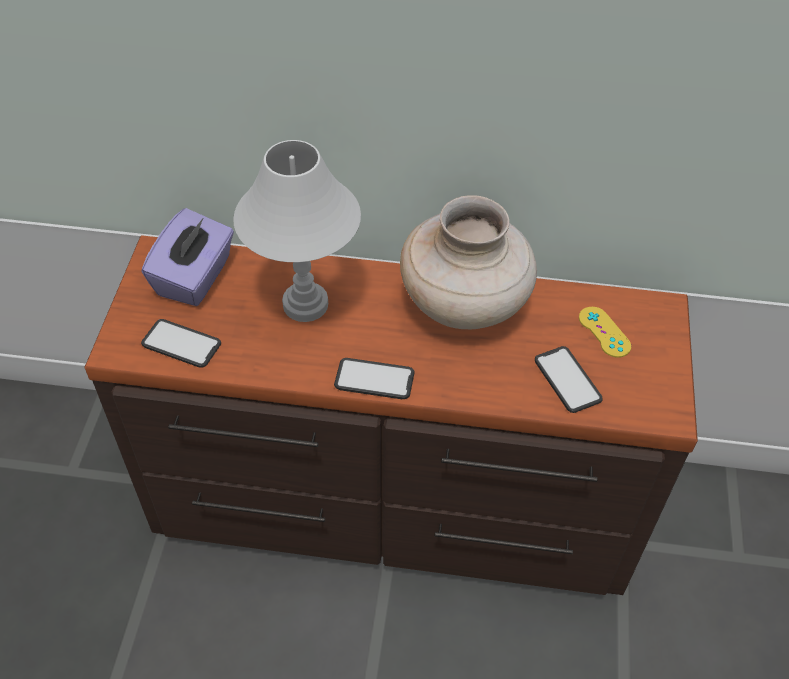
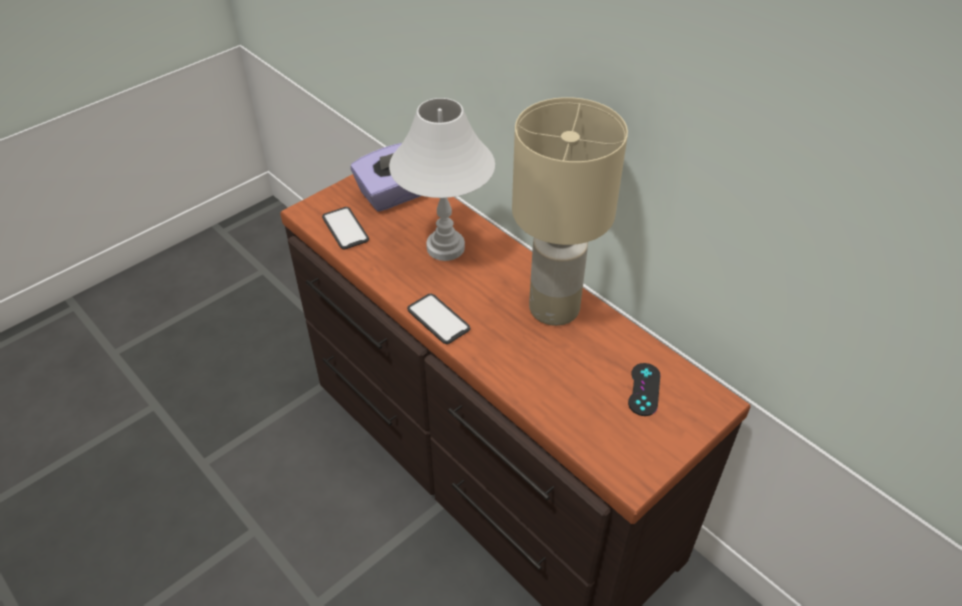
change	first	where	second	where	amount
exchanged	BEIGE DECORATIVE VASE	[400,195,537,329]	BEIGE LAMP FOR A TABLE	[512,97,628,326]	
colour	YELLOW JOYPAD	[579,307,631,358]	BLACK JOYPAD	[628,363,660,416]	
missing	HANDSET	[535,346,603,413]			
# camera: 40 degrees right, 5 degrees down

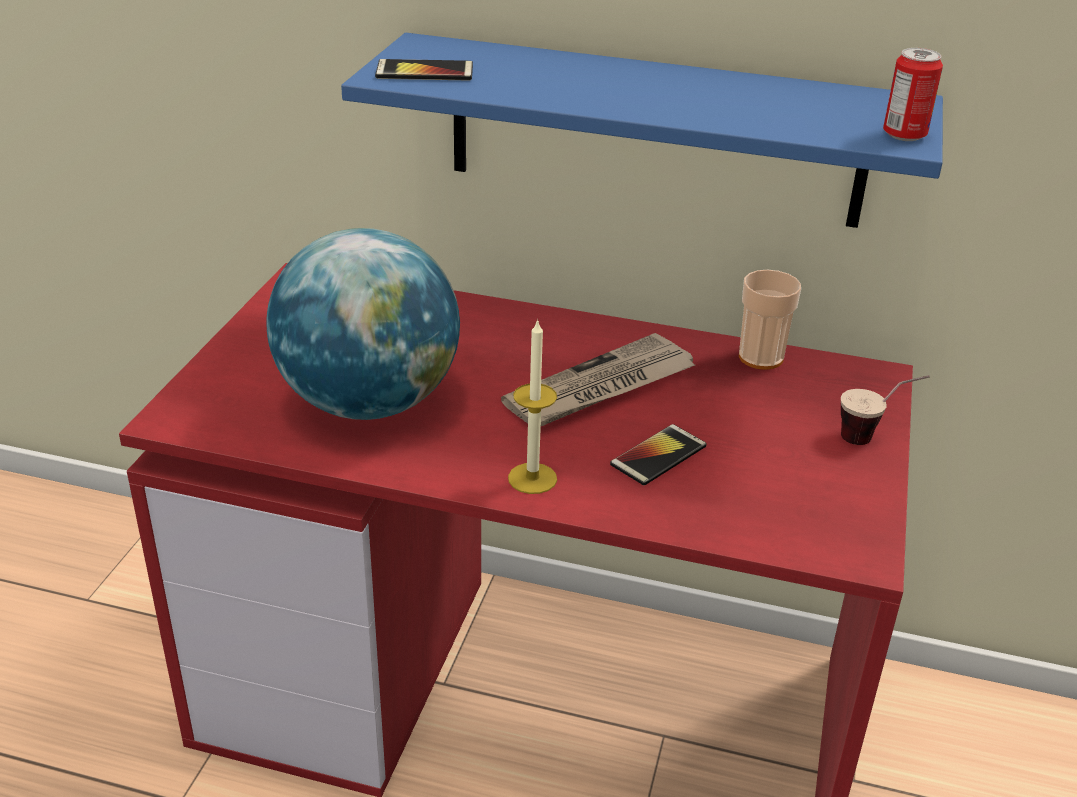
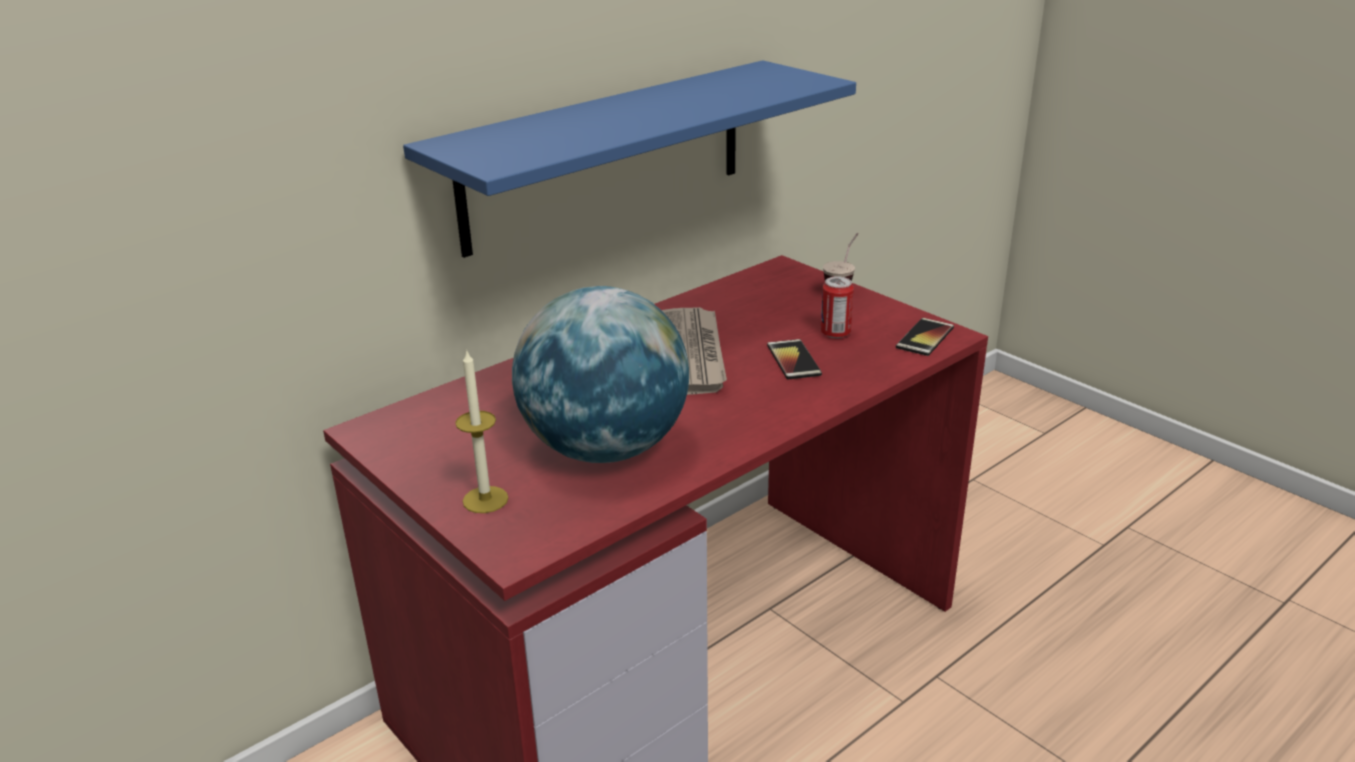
change	first	where	second	where	amount
relocated	CANDLE	[508,318,557,494]		[455,349,508,513]	
relocated	METAL CAN	[883,48,943,141]		[821,276,854,338]	
relocated	HANDSET	[375,59,473,81]		[896,318,954,356]	
missing	DRINKING CUP	[739,270,801,370]			
# camera: 55 degrees left, 5 degrees down

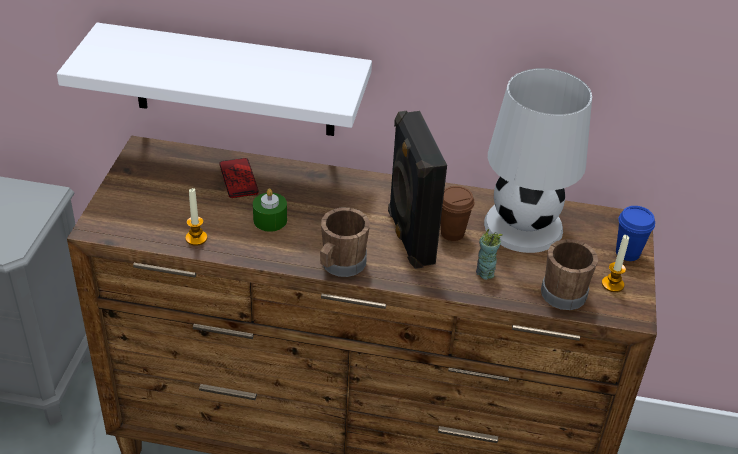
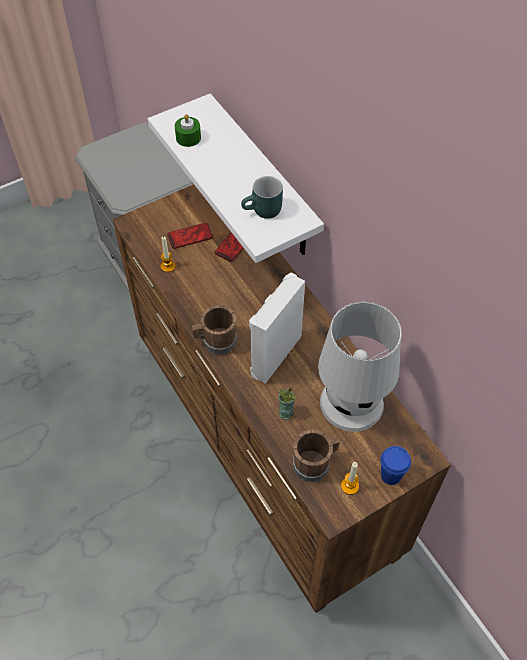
change	first	where	second	where	amount
appeared			HANDSET	[167,223,213,249]	
relocated	GREEN-COLOURED CANDLE	[253,188,287,232]		[175,114,201,147]	
appeared			TURQUOISE MUG	[241,176,283,219]	
colour	BLACK AUDIO SPEAKER	[388,111,447,269]	WHITISH AUDIO SPEAKER	[249,272,305,384]	
missing	BROWN-COLOURED DRINKING CUP	[440,186,475,241]			
# camera: 50 degrees right, 15 degrees up

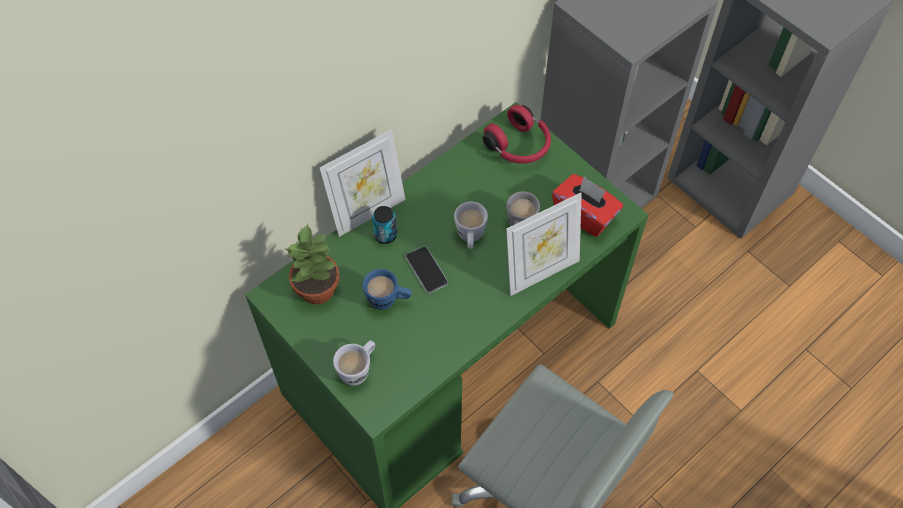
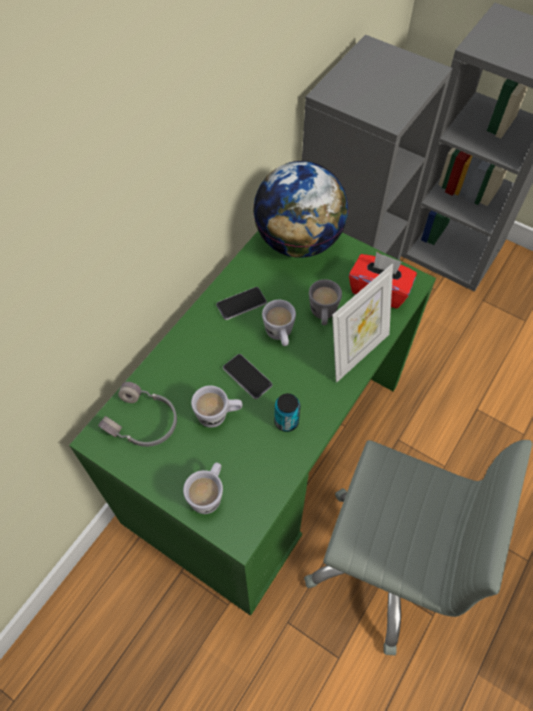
change	first	where	second	where	amount
exchanged	PLANT IN A POT	[286,223,340,304]	GREYISH HEADSET	[98,382,177,447]	
colour	BLUE MUG	[363,269,412,310]	WHITISH MUG	[191,385,243,428]	
appeared			HANDSET	[216,287,267,320]	
exchanged	RED HEADSET	[483,105,551,164]	WORLD GLOBE	[253,161,348,258]	
relocated	METAL CAN	[372,206,397,244]		[274,393,301,432]	
missing	PICTURE FRAME	[320,129,406,237]			
# camera: 15 degrees left, 0 degrees up

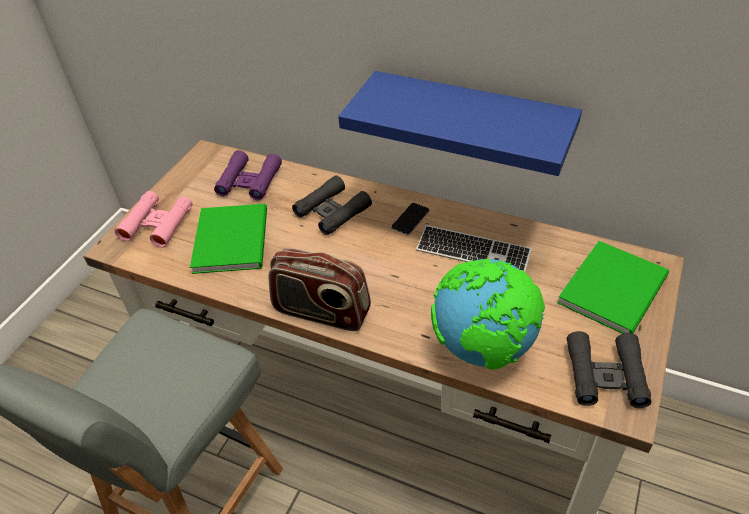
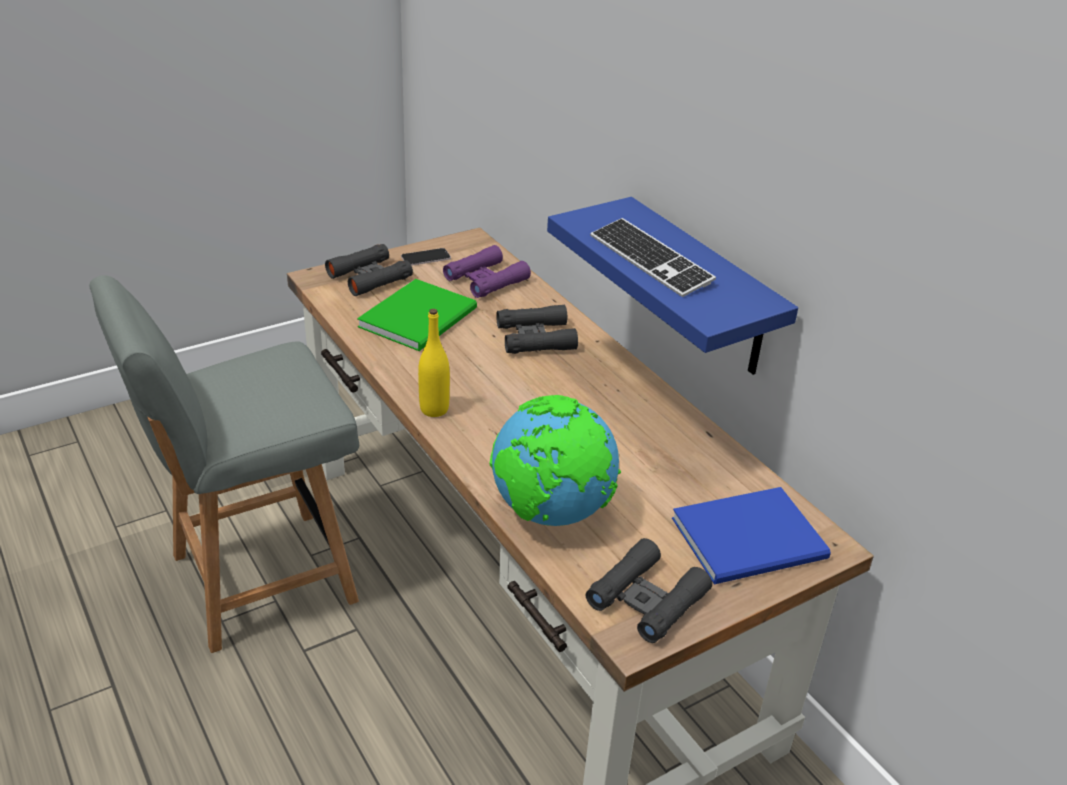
change	first	where	second	where	amount
colour	PINK FIELD GLASSES	[115,191,193,247]	BLACK FIELD GLASSES	[325,244,413,296]	
relocated	HANDSET	[391,203,430,236]		[401,248,451,266]	
exchanged	RADIO	[268,248,371,331]	YELLOW BEVERAGE BOTTLE	[418,309,450,417]	
relocated	PC KEYBOARD	[416,225,532,272]		[590,218,716,297]	
colour	GREEN-COLOURED BOOK	[557,241,669,334]	BLUE BOOK	[672,487,831,584]	
# camera: 30 degrees right, 10 degrees down

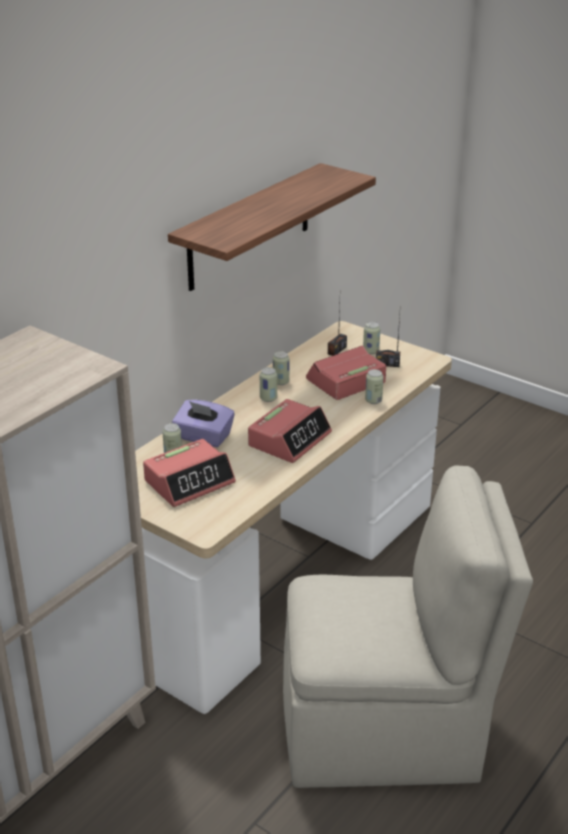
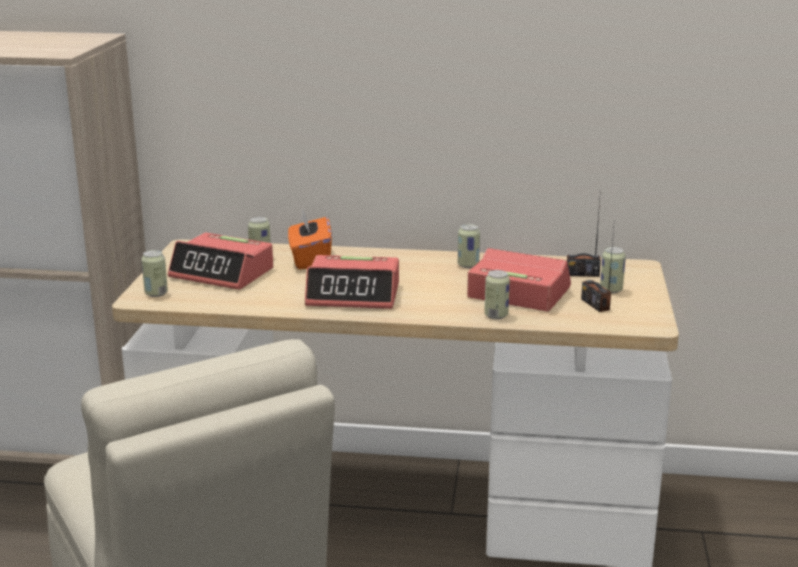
change	first	where	second	where	amount
relocated	METAL CAN	[260,367,277,402]		[141,250,168,297]	
colour	PURPLE BOX OF TISSUES	[172,399,235,447]	ORANGE-COLOURED BOX OF TISSUES	[288,210,332,269]	
missing	BRACKET SHELF	[168,163,376,291]			
# camera: 60 degrees right, 10 degrees down

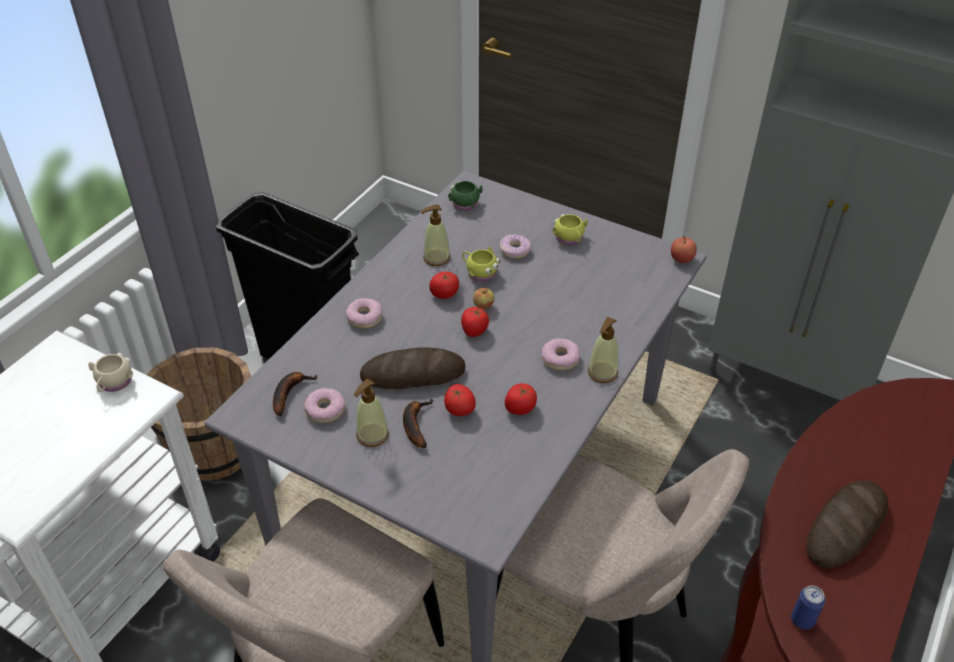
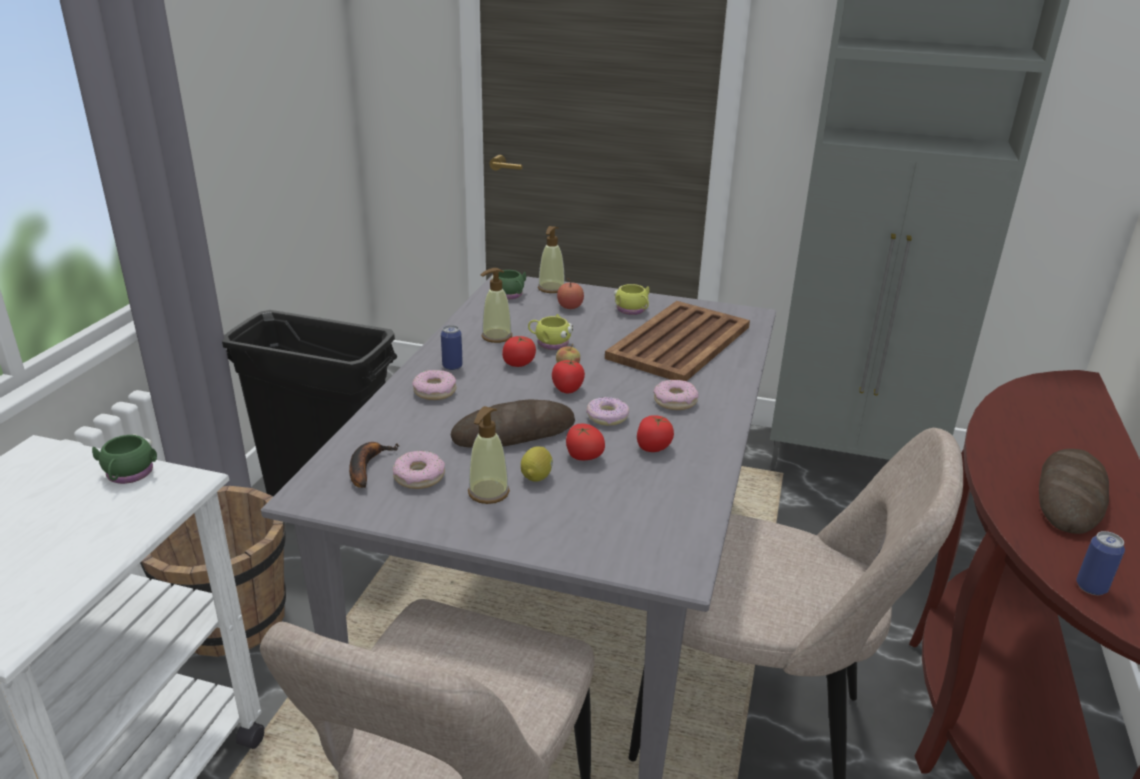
change	first	where	second	where	amount
colour	BEIGE MUG	[88,353,133,392]	GREEN-COLOURED MUG	[92,434,157,484]	
appeared			METAL CAN	[441,325,463,370]	
exchanged	BANANA	[403,399,434,448]	WHOLE LEMON	[521,446,553,482]	
relocated	LIQUID SOAP BOTTLE	[588,317,619,383]		[538,226,565,293]	
relocated	WHOLE APPLE	[671,236,697,263]		[557,279,584,309]	
relocated	DONUT	[499,234,532,258]		[586,397,629,426]	
appeared			BROWN-COLOURED TRAY	[605,301,750,381]	
# camera: 15 degrees left, 15 degrees down

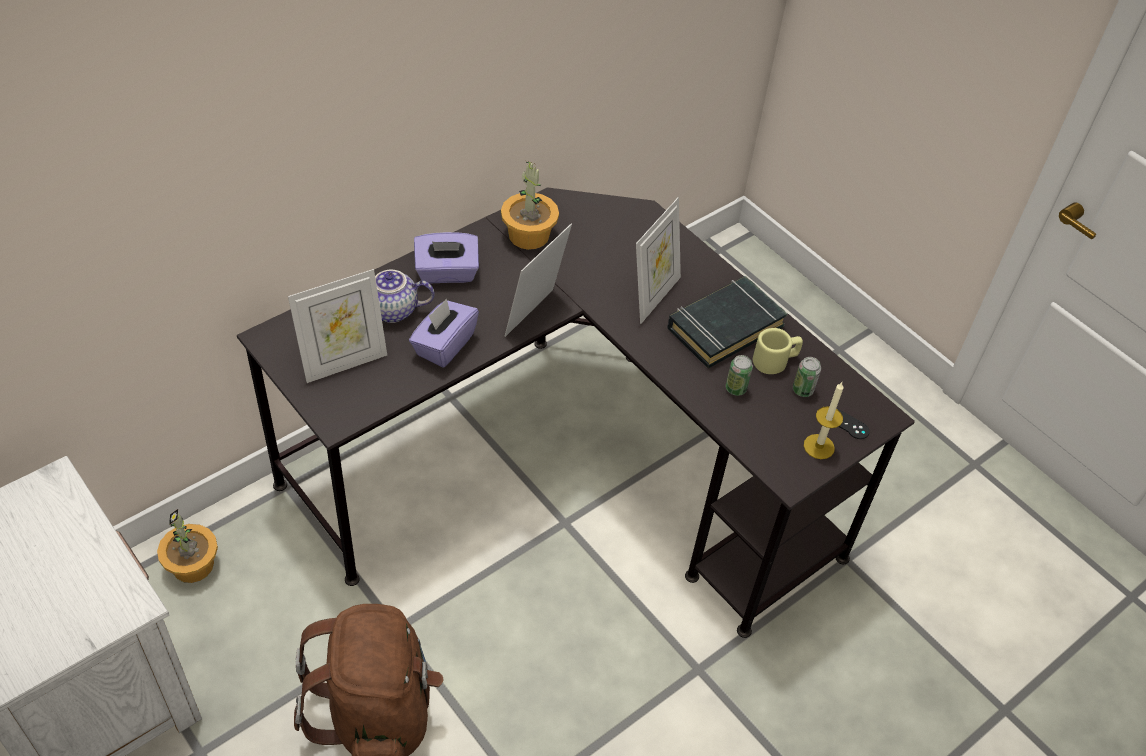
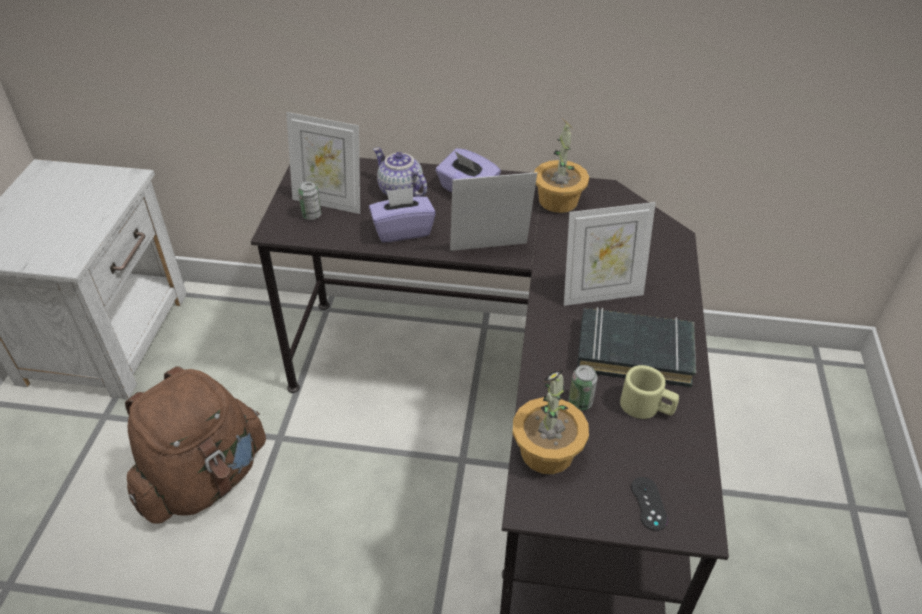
change	first	where	second	where	amount
relocated	METAL CAN	[793,357,821,397]		[298,181,321,220]	
relocated	PLANT IN A POT	[157,509,218,583]		[513,370,589,474]	
missing	CANDLE	[804,382,844,459]			
# camera: 50 degrees right, 5 degrees down

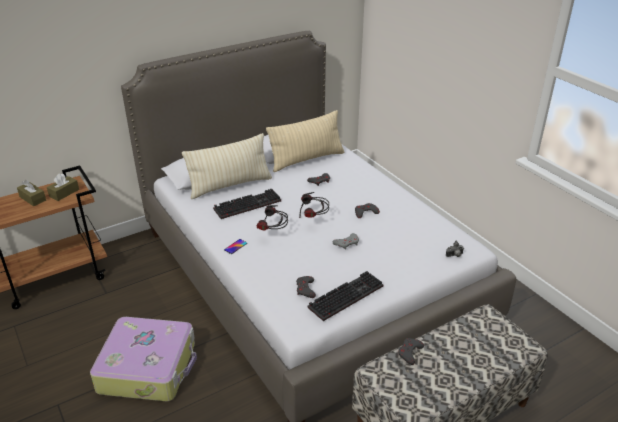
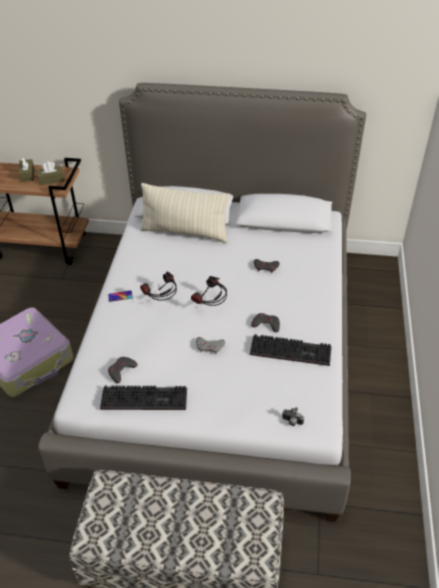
change	first	where	second	where	amount
relocated	PC KEYBOARD	[213,189,281,219]		[250,334,331,366]	
missing	BEIGE CUSHION	[266,110,345,172]			
missing	GREYISH JOYPAD	[398,338,424,365]			
# camera: 40 degrees right, 10 degrees up

